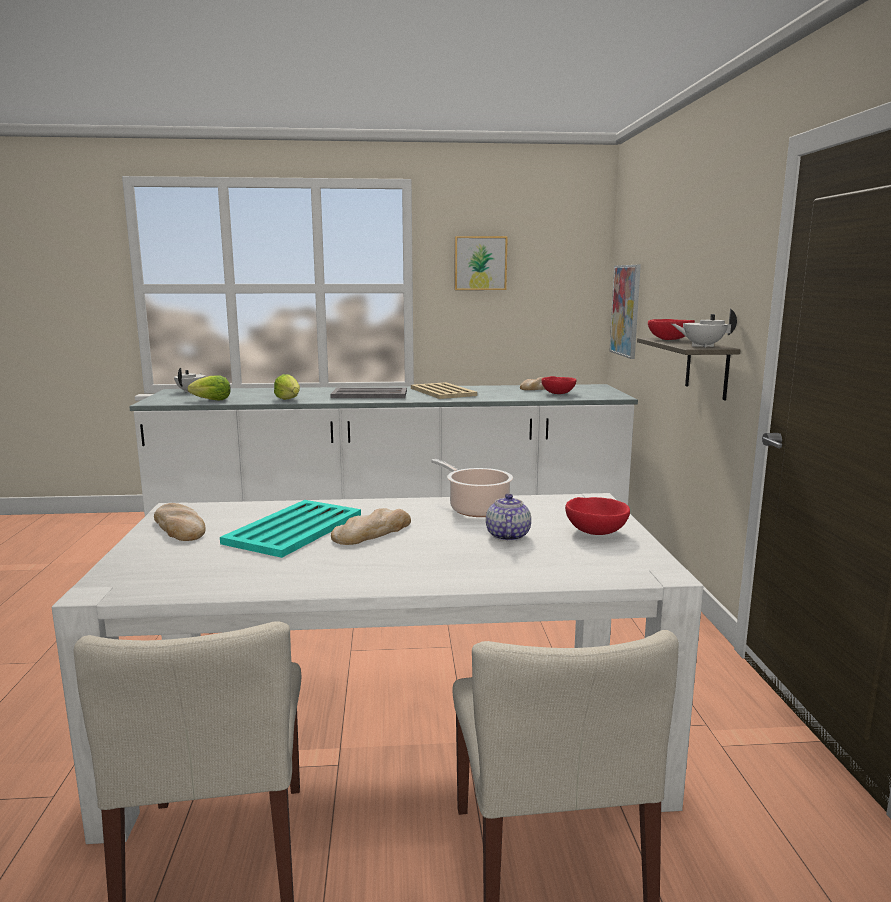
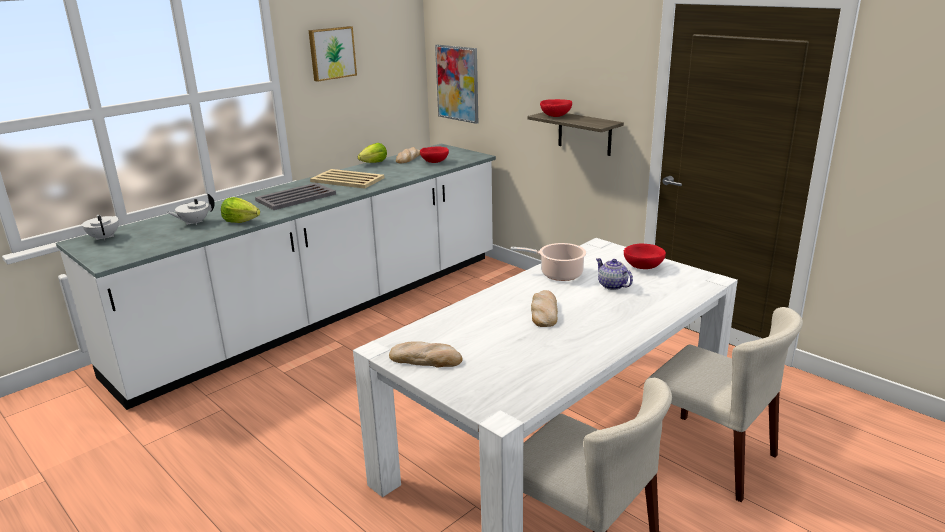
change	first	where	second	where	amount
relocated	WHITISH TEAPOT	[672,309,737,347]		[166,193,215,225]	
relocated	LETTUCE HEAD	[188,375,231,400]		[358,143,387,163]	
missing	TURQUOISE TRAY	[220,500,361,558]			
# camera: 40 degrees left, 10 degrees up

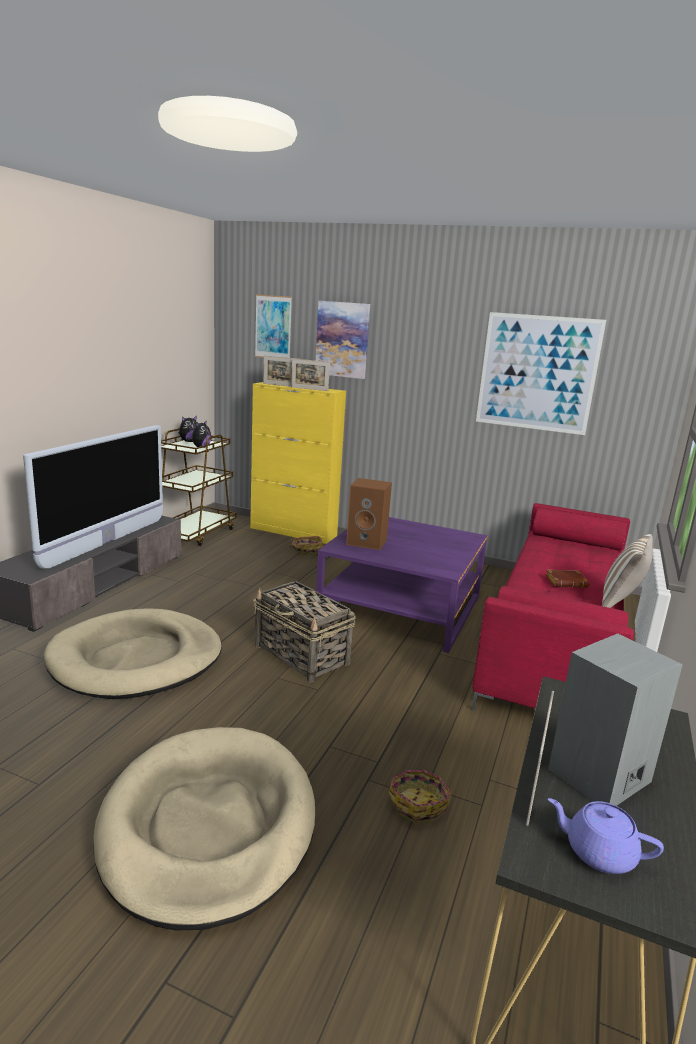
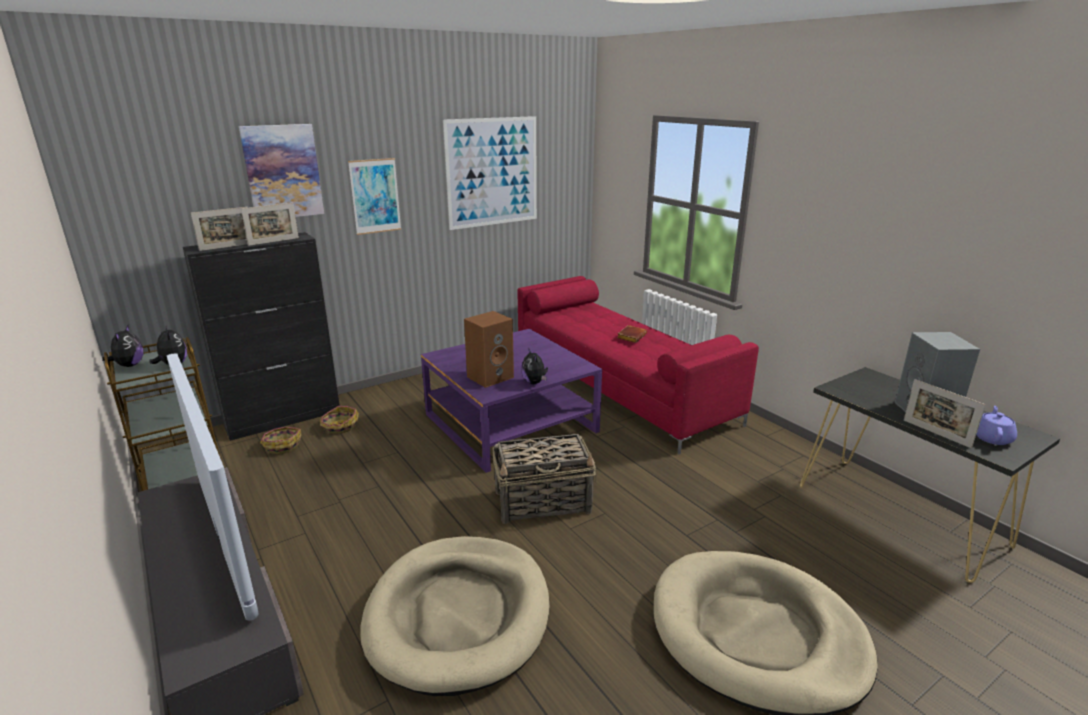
change	first	where	second	where	amount
colour	YELLOW STORAGE CABINET	[250,382,346,544]	BLACK STORAGE CABINET	[183,232,340,441]	
relocated	BASKET	[388,770,451,823]		[260,427,302,454]	
relocated	PICTURE	[255,295,292,358]		[348,158,401,235]	
appeared			SOFT TOY	[521,349,548,384]	
spun	PURPLE TEAPOT	[548,798,664,874]		[976,406,1017,445]	150 degrees clockwise
missing	CUSHION	[602,534,653,608]			
# camera: 55 degrees left, 5 degrees up

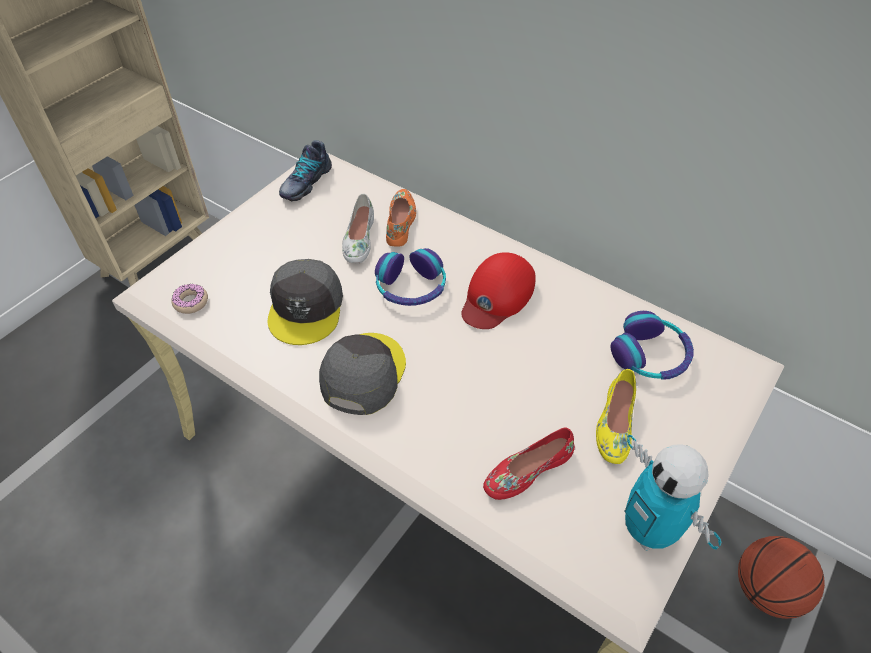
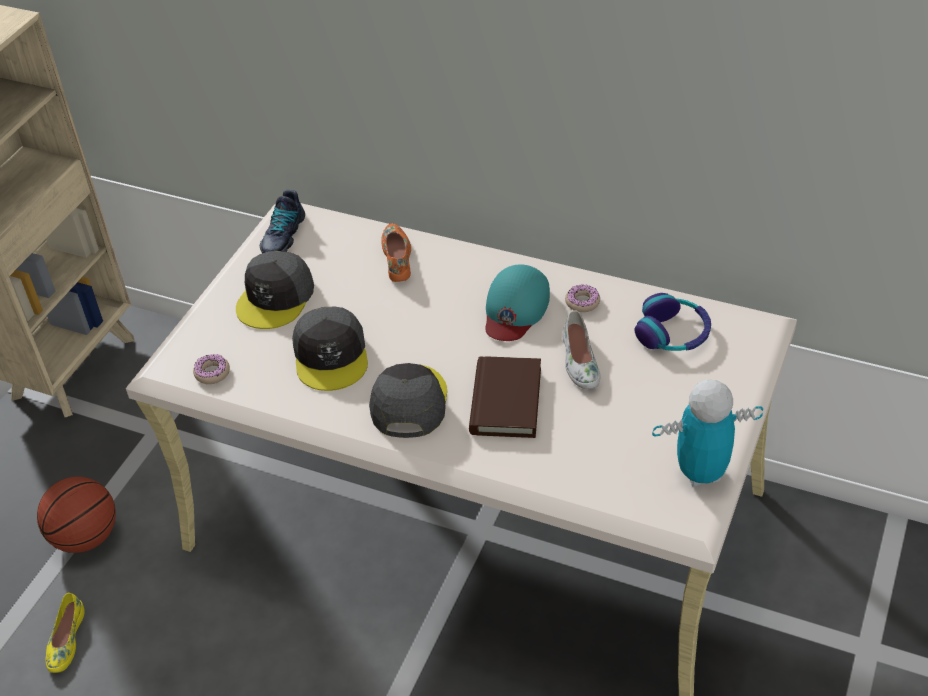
change	first	where	second	where	amount
relocated	BALL FOR BASKETBALL	[738,536,825,619]		[37,477,116,553]	
relocated	YELLOW SHOE	[596,369,636,464]		[46,593,85,673]	
appeared			GREYISH BASEBALL CAP	[236,251,314,329]	
appeared			BROWN-COLOURED BOOK	[469,357,541,438]	
colour	RED BASEBALL CAP	[461,252,536,329]	TURQUOISE BASEBALL CAP	[485,264,550,341]	
relocated	WHITISH SHOE	[342,194,374,263]		[563,310,600,389]	
appeared			DONUT	[565,285,600,312]	
spun	ROBOT FIGURE	[624,435,721,551]		[652,380,763,487]	120 degrees clockwise
missing	HEADSET	[375,248,446,306]			
missing	RED SHOE	[483,428,575,500]			
# camera: 10 degrees left, 5 degrees down

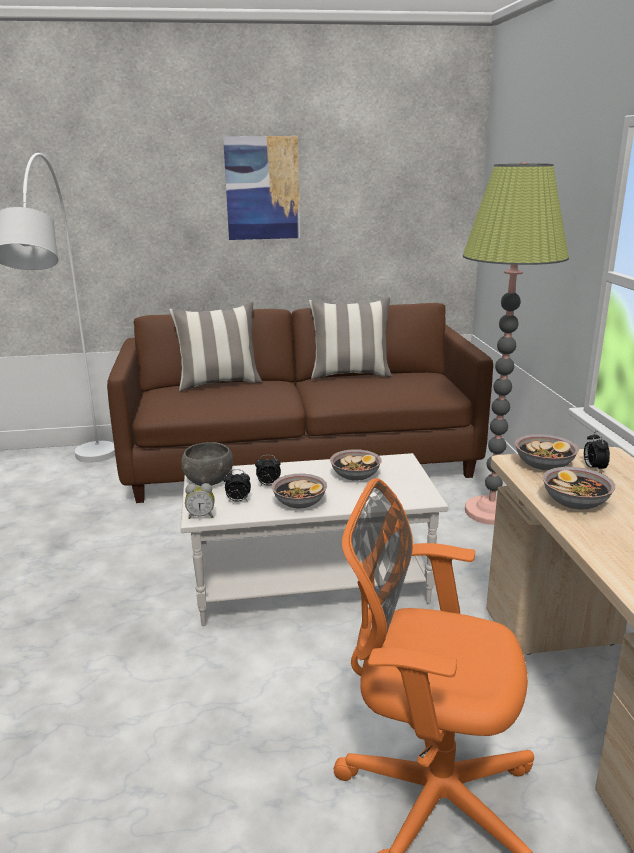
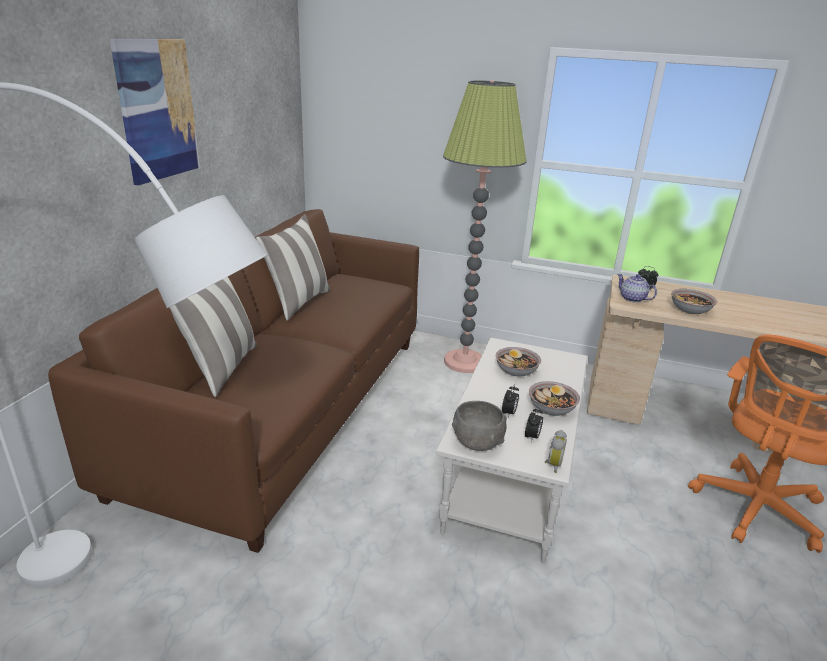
change	first	where	second	where	amount
exchanged	DEEP DISH	[515,434,579,470]	TEAPOT	[617,274,657,303]	
# camera: 65 degrees left, 5 degrees up

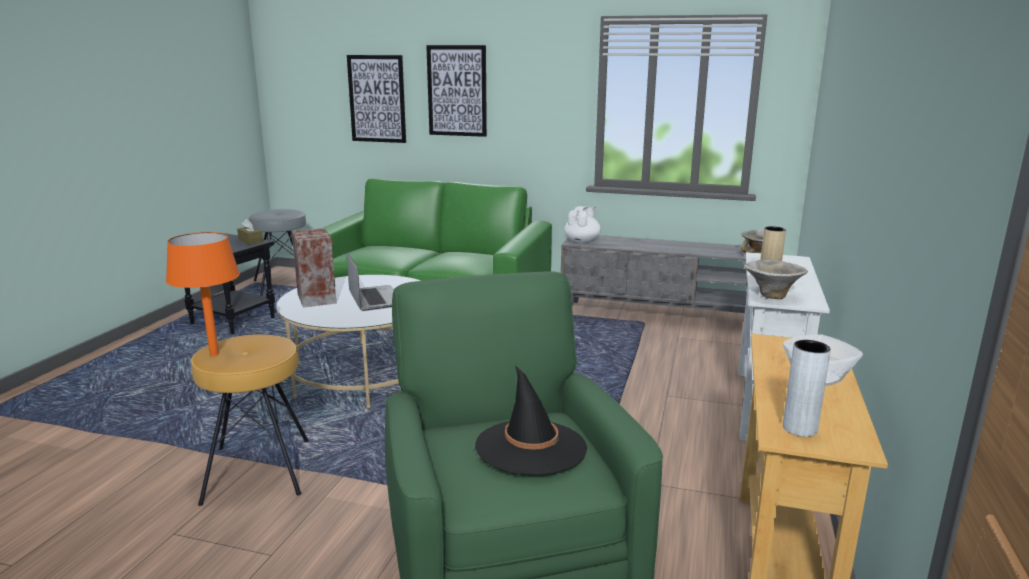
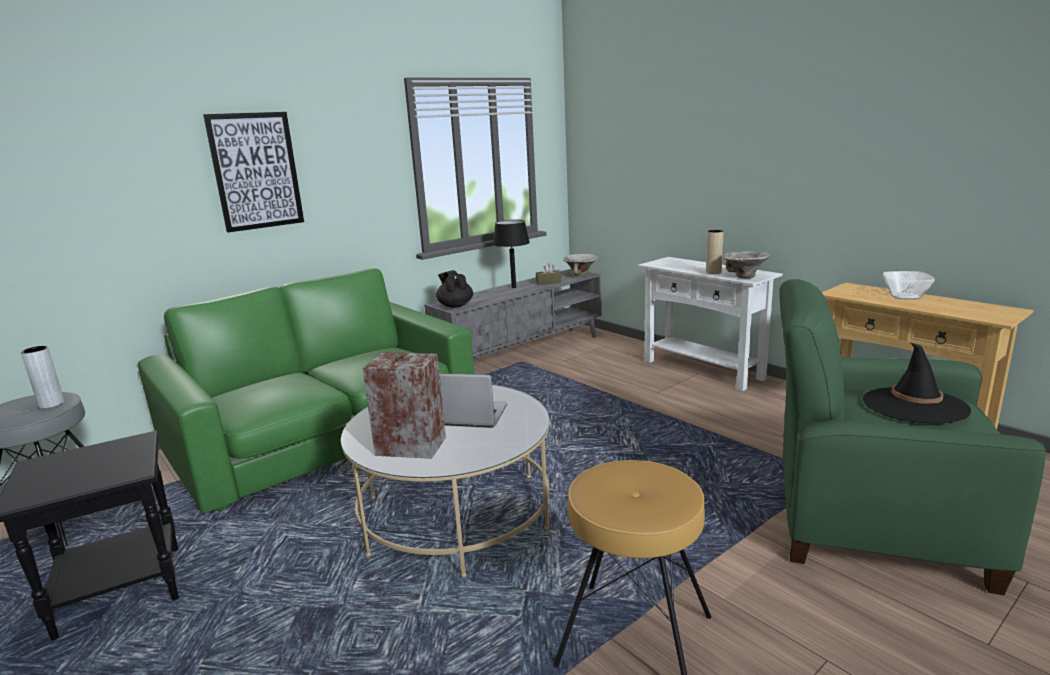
change	first	where	second	where	amount
relocated	GREYISH DECORATIVE VASE	[783,340,831,437]		[21,346,64,409]	
colour	WHITISH TEAPOT	[564,206,601,243]	BLACK TEAPOT	[436,270,473,308]	
appeared			BLACK LAMP FOR A TABLE	[493,220,530,288]	
relocated	BROWN-COLOURED BOX OF TISSUES	[237,219,263,245]		[536,263,561,285]	
missing	ORANGE-COLOURED LAMP FOR A TABLE	[166,232,240,356]			
missing	PICTURE	[347,55,406,143]			
# camera: 55 degrees left, 0 degrees up

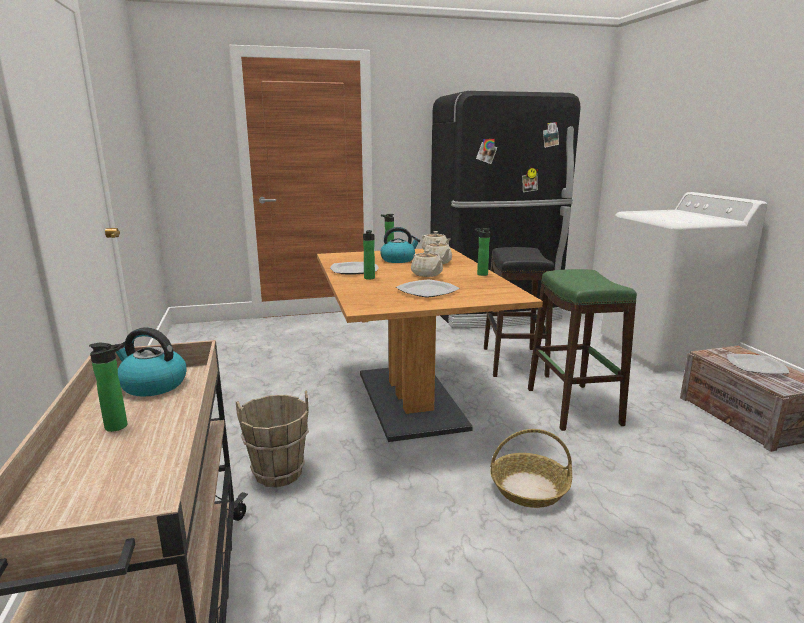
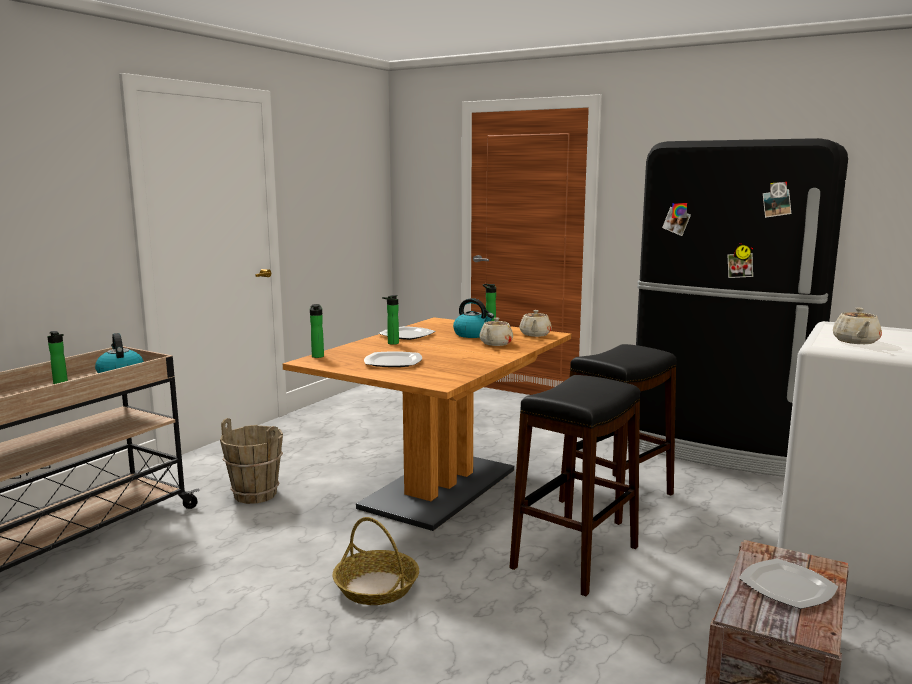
change	first	where	second	where	amount
relocated	BEVERAGE BOTTLE	[475,228,490,276]		[310,304,324,358]	
colour	GREEN-COLOURED STOOL	[528,269,637,431]	BLACK STOOL	[509,375,640,596]	
relocated	BEIGE TEAPOT	[411,250,443,277]		[833,308,882,344]	
# camera: 45 degrees right, 5 degrees down

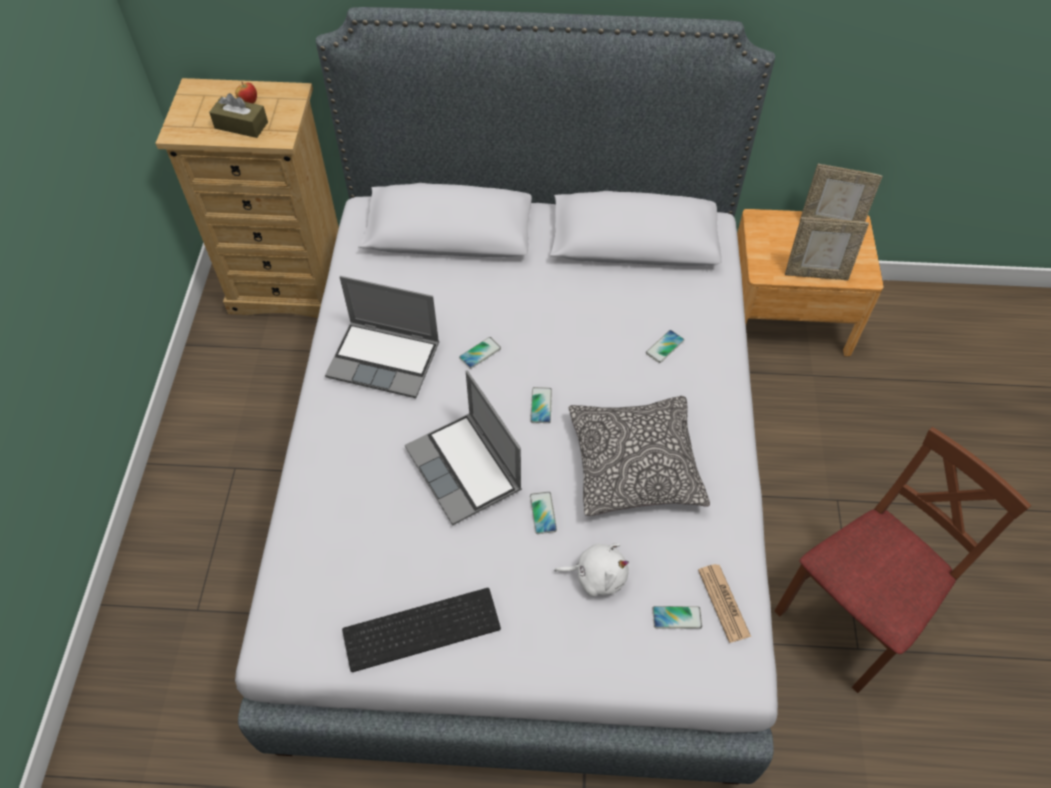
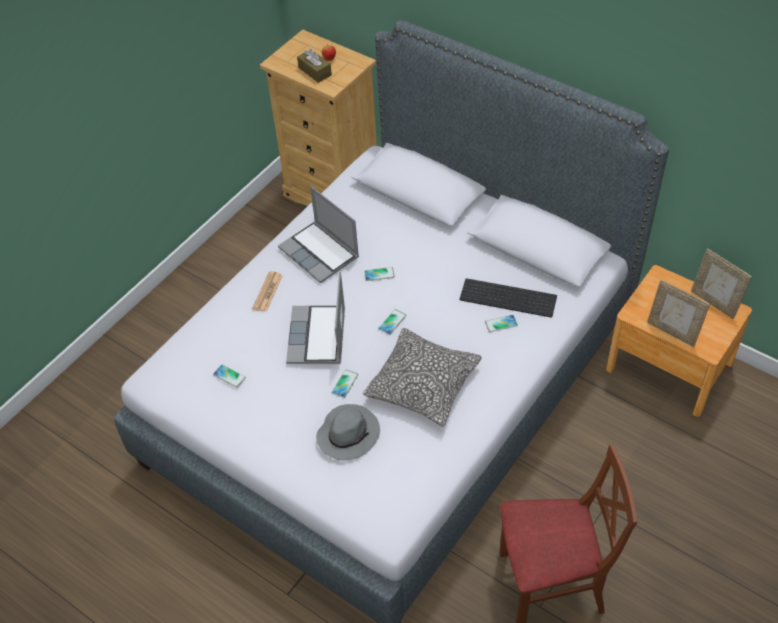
change	first	where	second	where	amount
relocated	HANDSET	[653,606,702,629]		[213,365,246,388]	
relocated	PRINTED PAPER	[698,564,751,643]		[252,271,283,312]	
exchanged	WHITISH SOFT TOY	[555,543,629,597]	GREYISH HAT	[316,404,380,460]	
relocated	PC KEYBOARD	[342,588,501,672]		[460,278,557,318]	
# camera: 35 degrees right, 5 degrees down

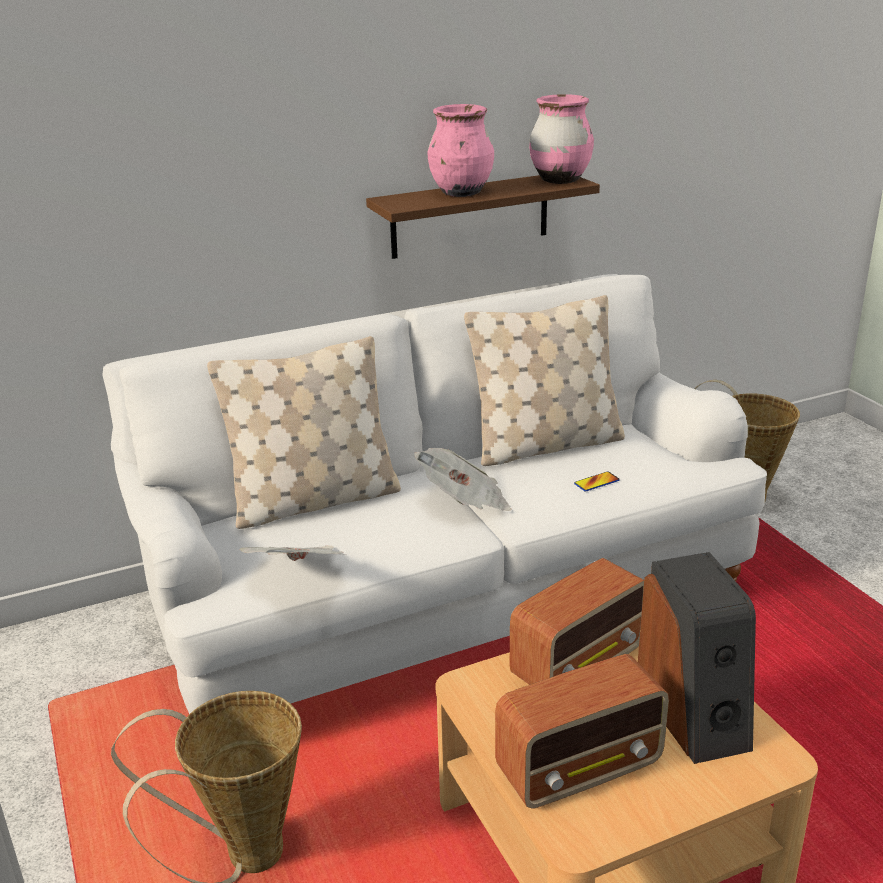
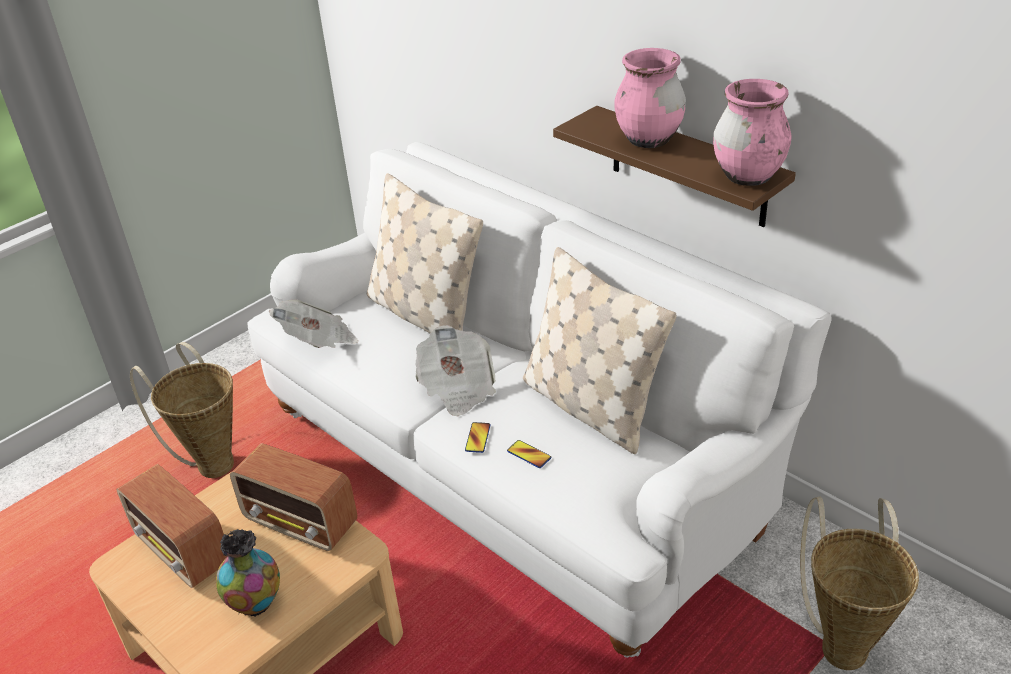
change	first	where	second	where	amount
exchanged	AUDIO SPEAKER	[638,552,756,764]	DECORATIVE VASE	[216,529,280,617]	
appeared			HANDSET	[465,422,491,453]	
# camera: 70 degrees right, 10 degrees up

